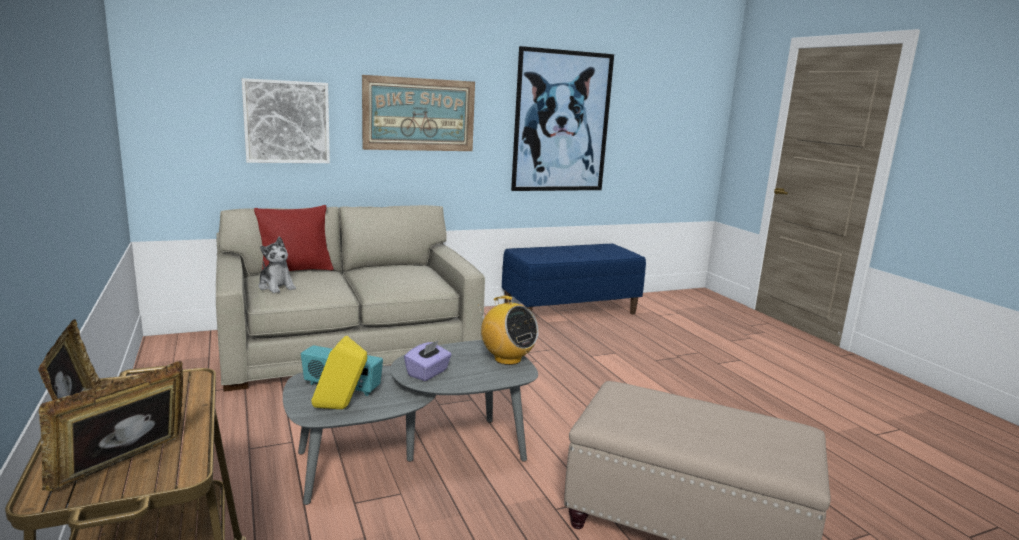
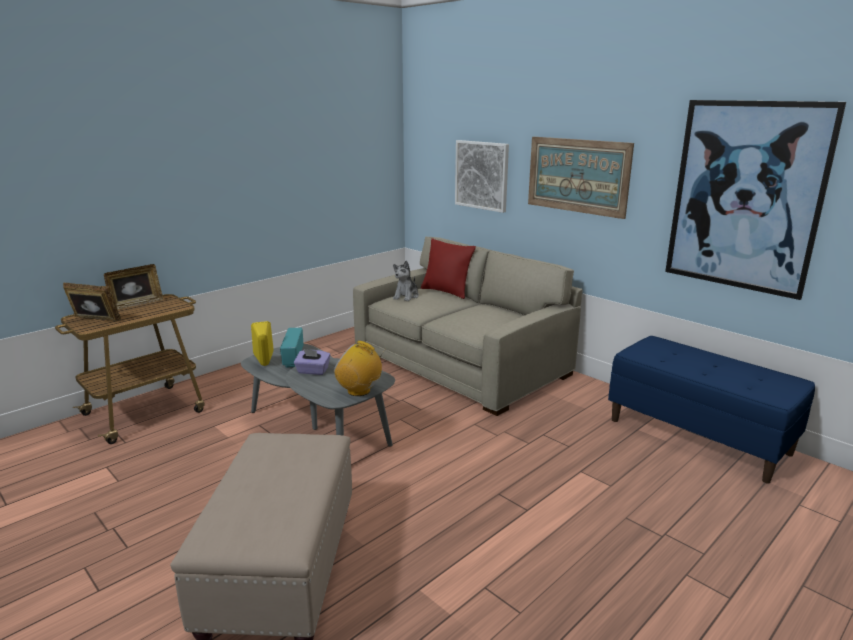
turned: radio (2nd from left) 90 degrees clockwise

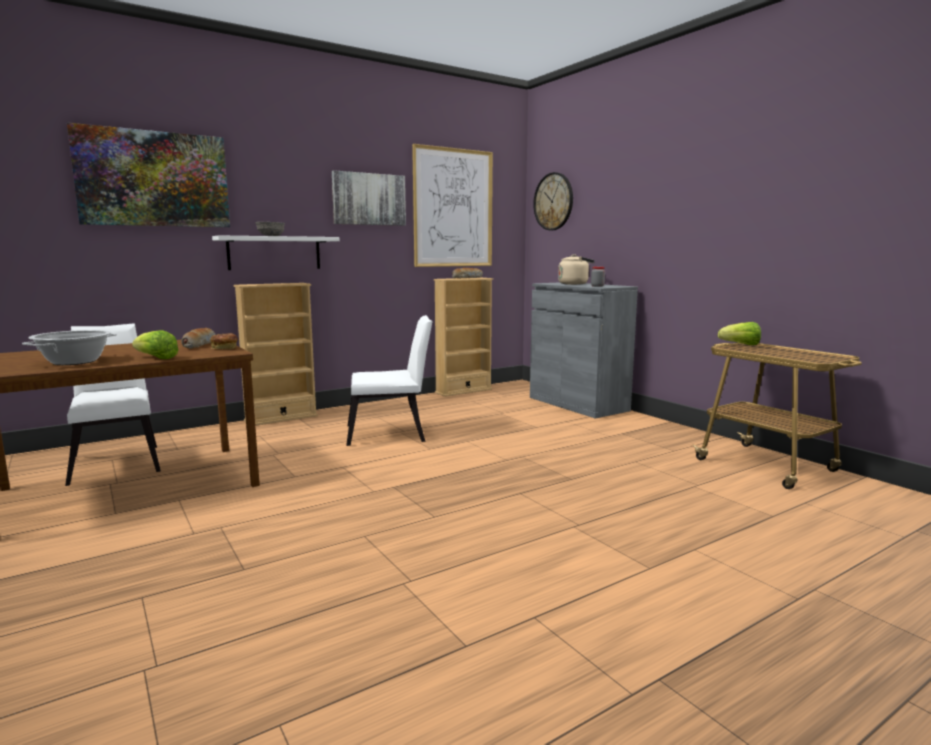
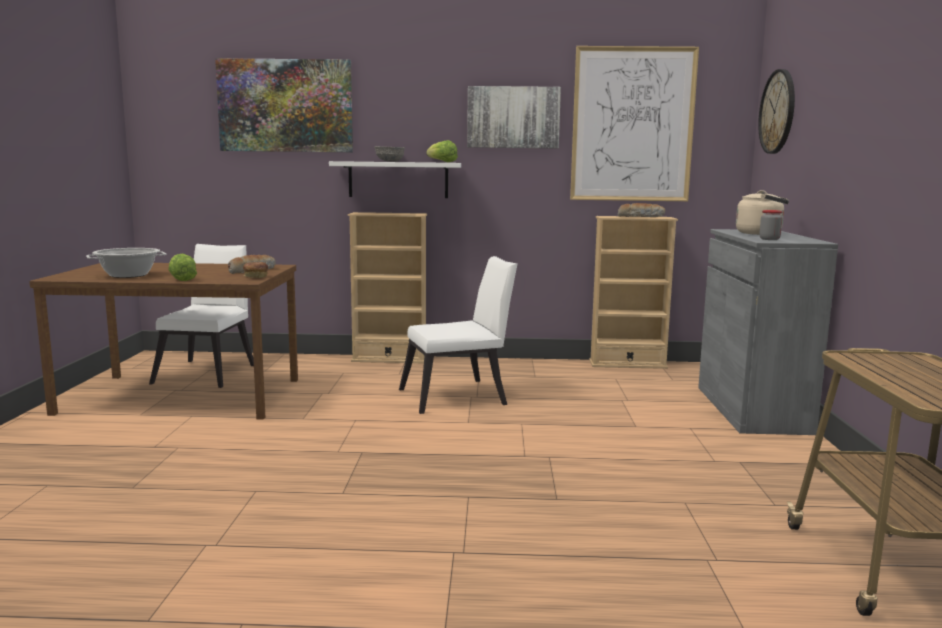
moved: sałata (2nd from left)
turned: krzesło (biały) (2nd from left) 45 degrees counterclockwise

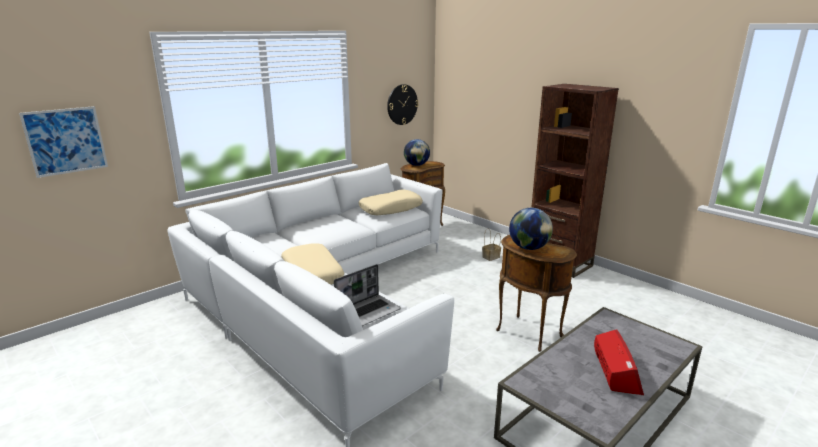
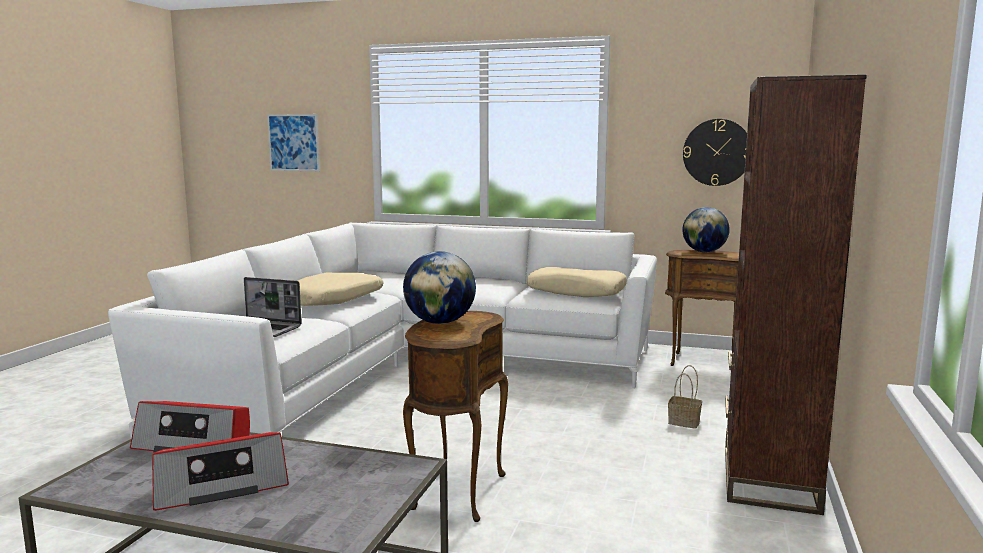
added: radio (1st from left)

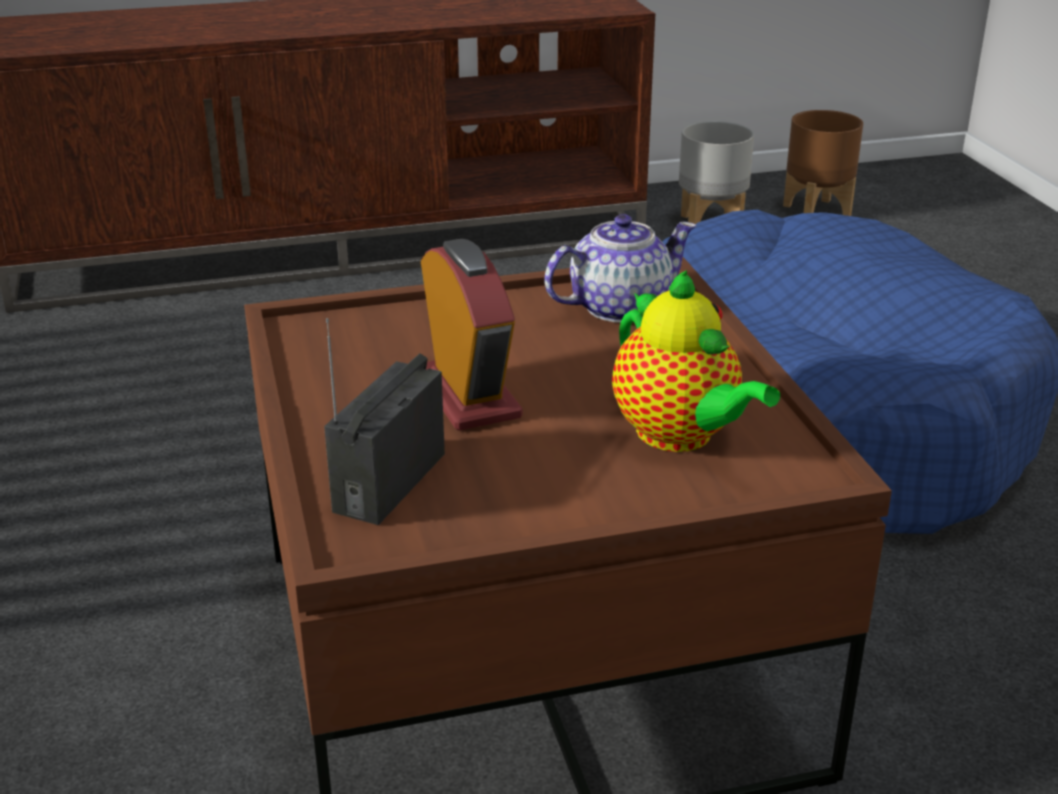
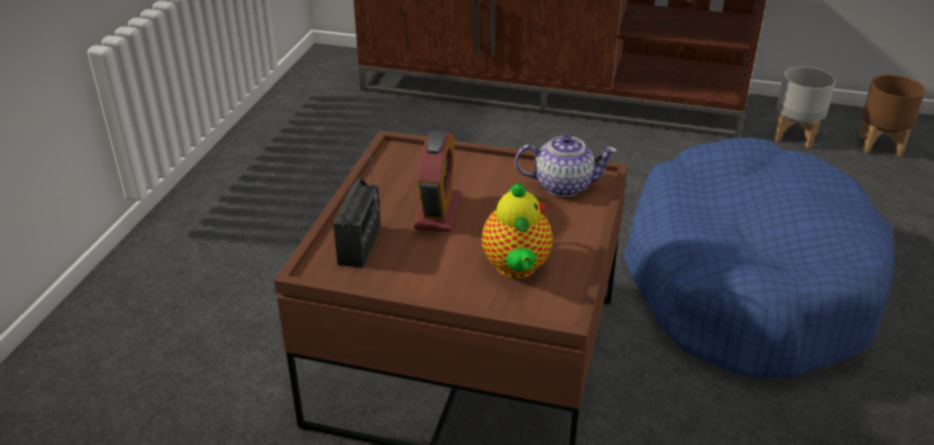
turned: radio 135 degrees clockwise

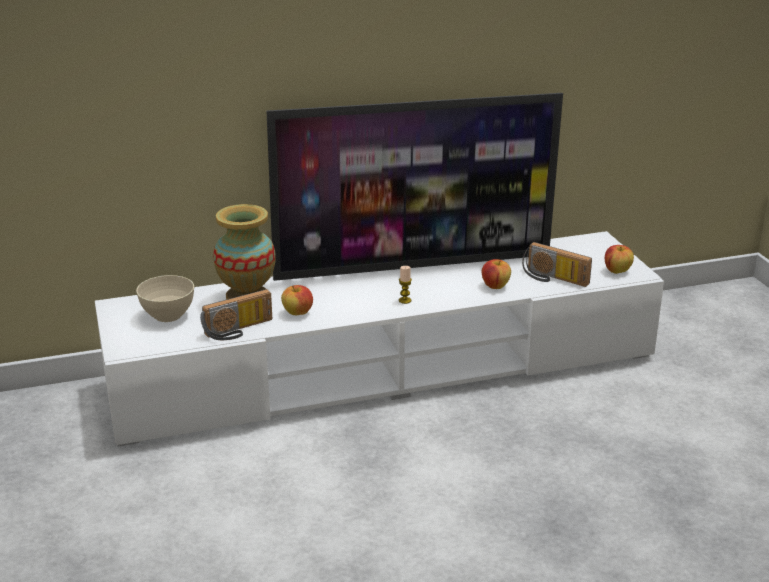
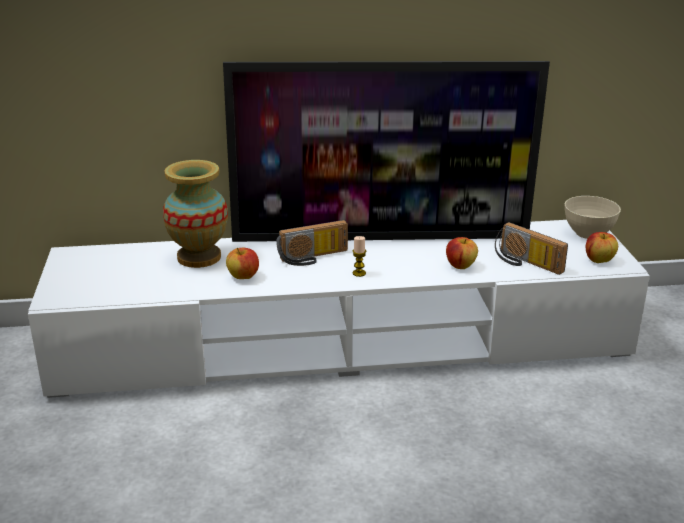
moved: radio (1st from left); miska (beżowy)

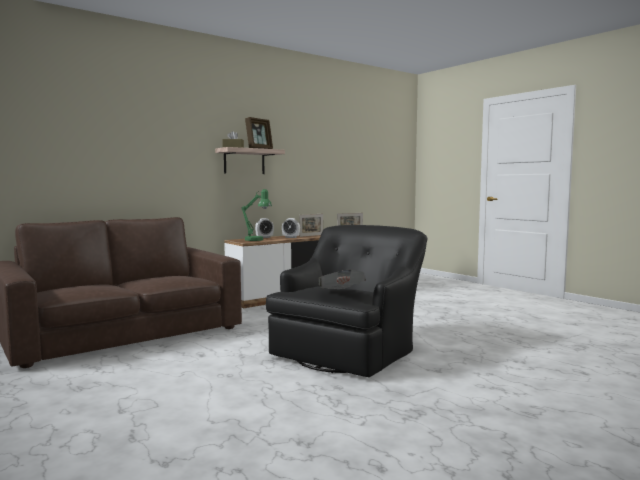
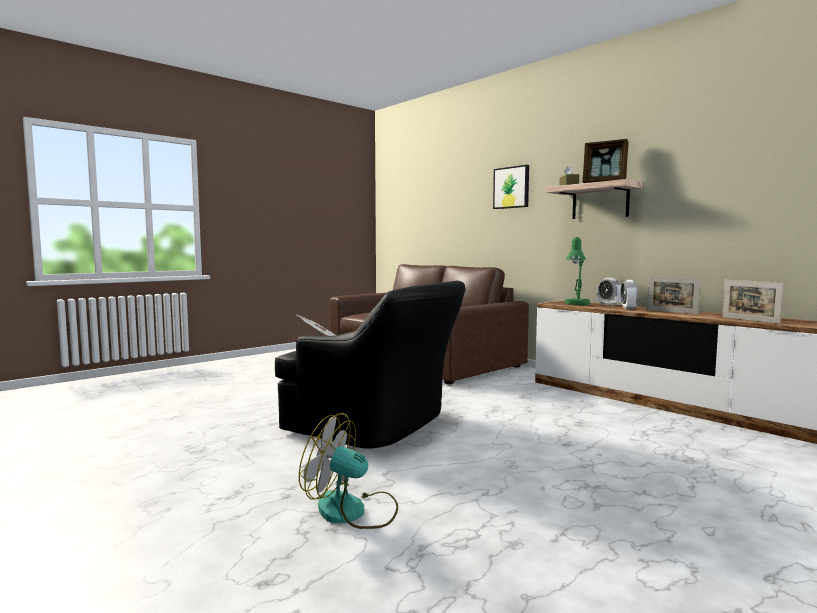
added: wentylator; obraz

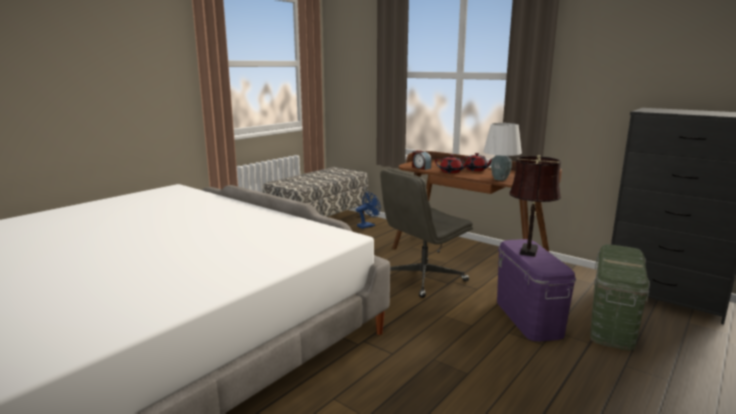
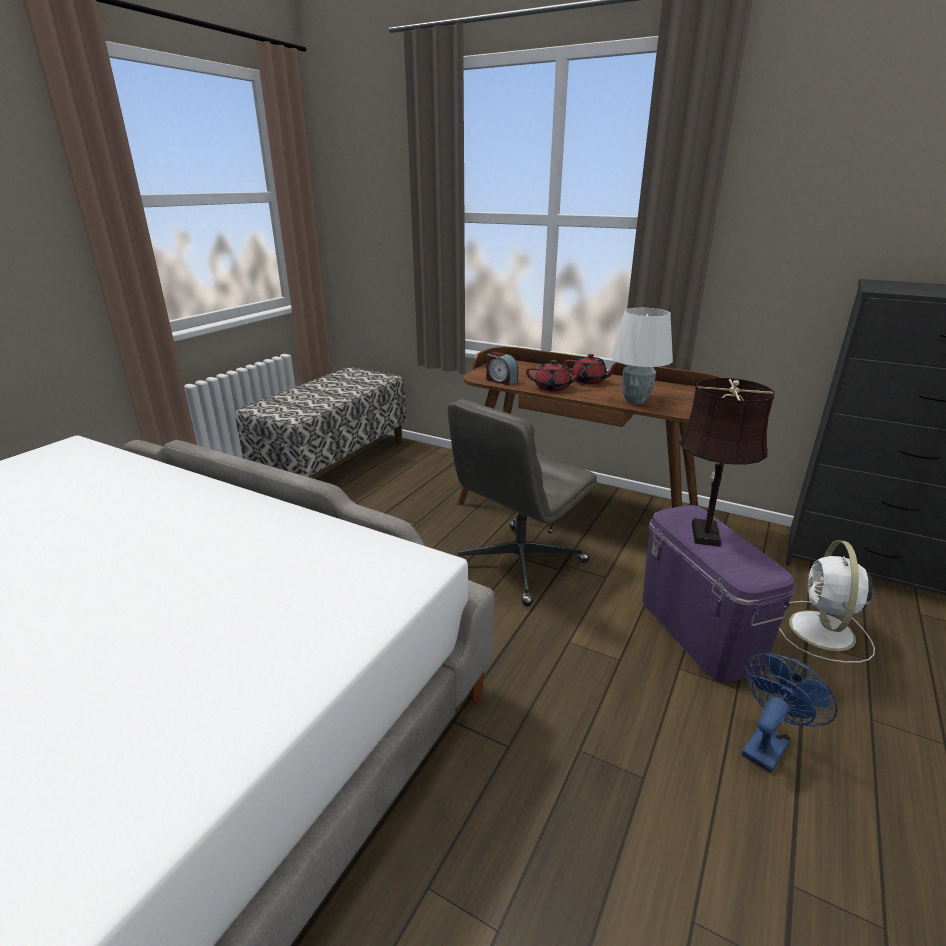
moved: wentylator (niebieski)
replaced: pojemnik do przechowywania (zielony) to wentylator (biały)

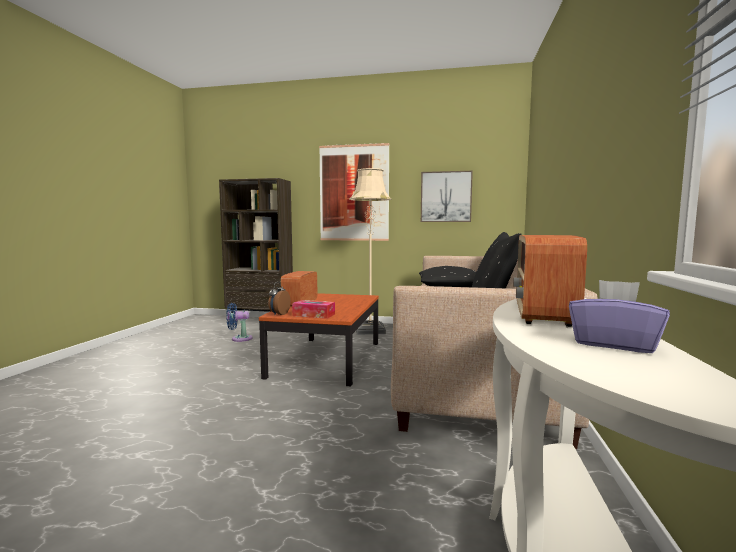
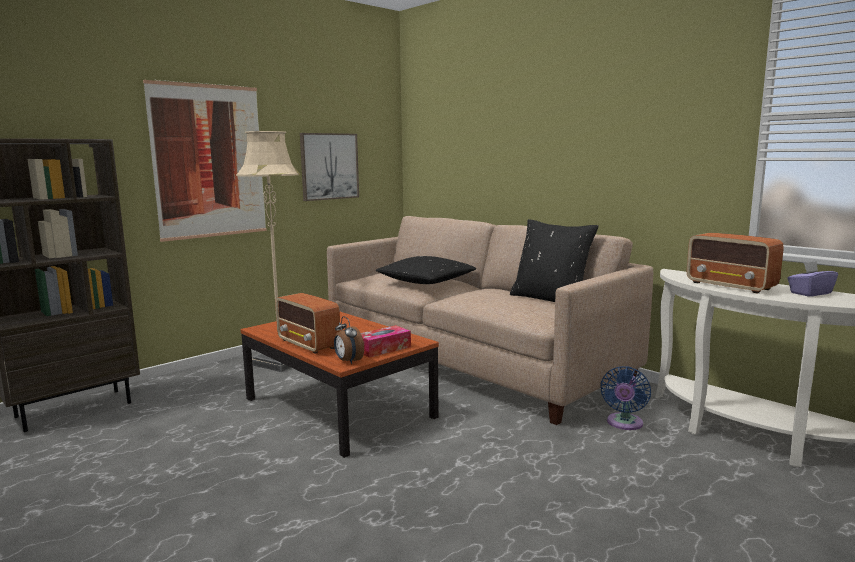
moved: wentylator (niebieski)

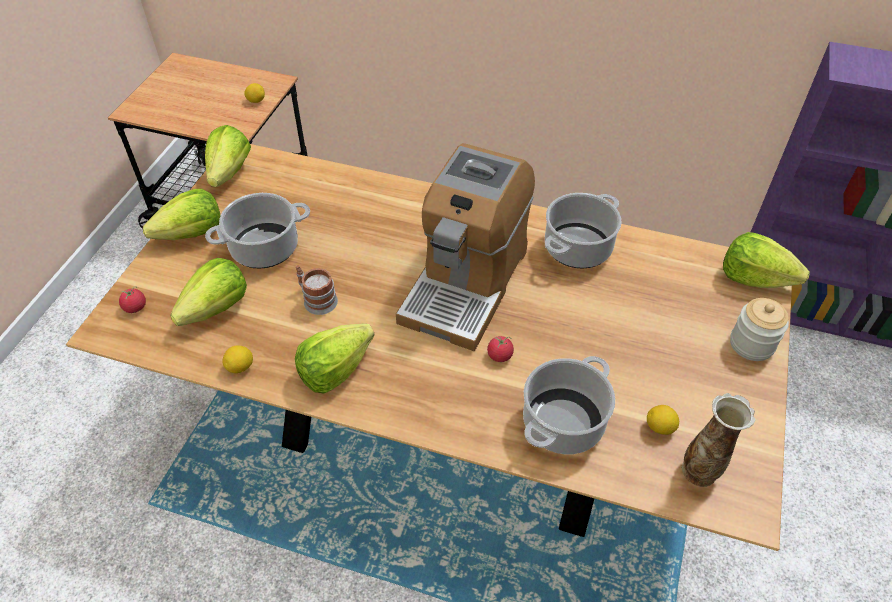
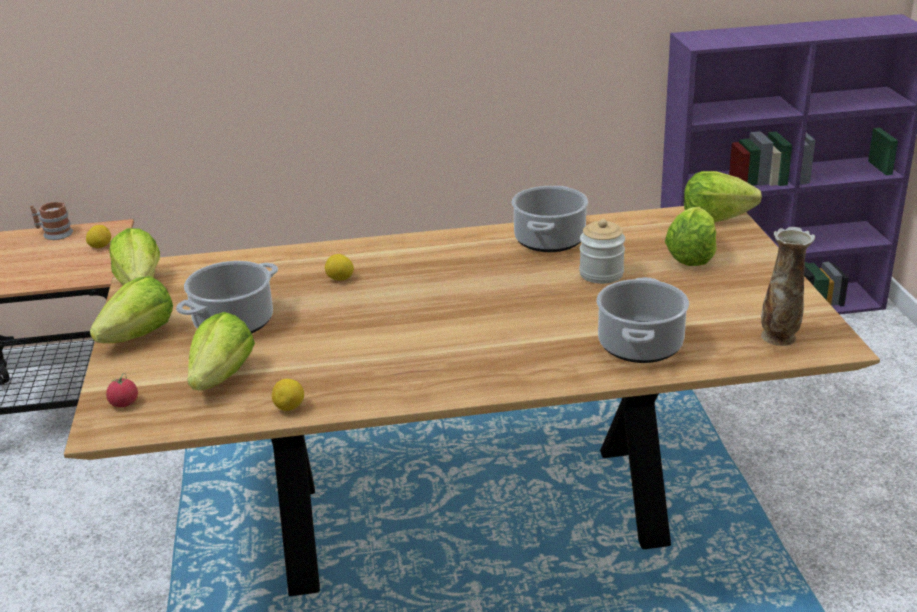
removed: ekspres do kawy; pomidor (2nd from left)
moved: kubek; cytryna (3rd from left); słoik; sałata (4th from left)

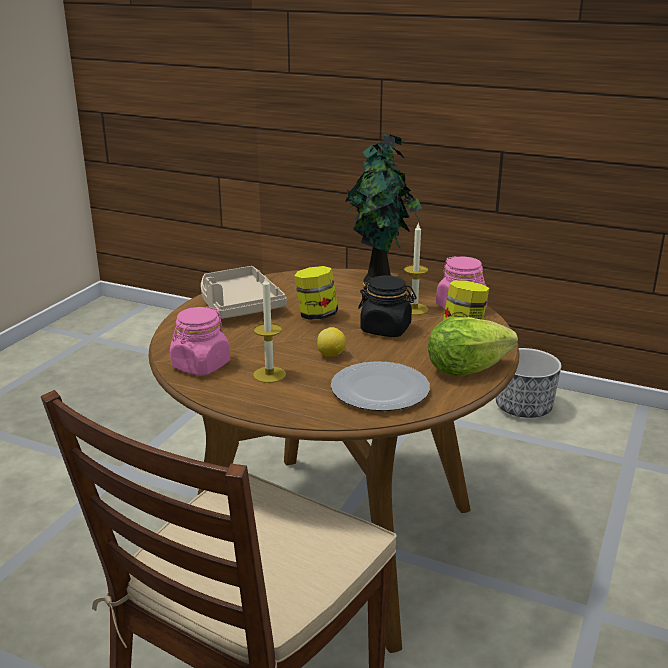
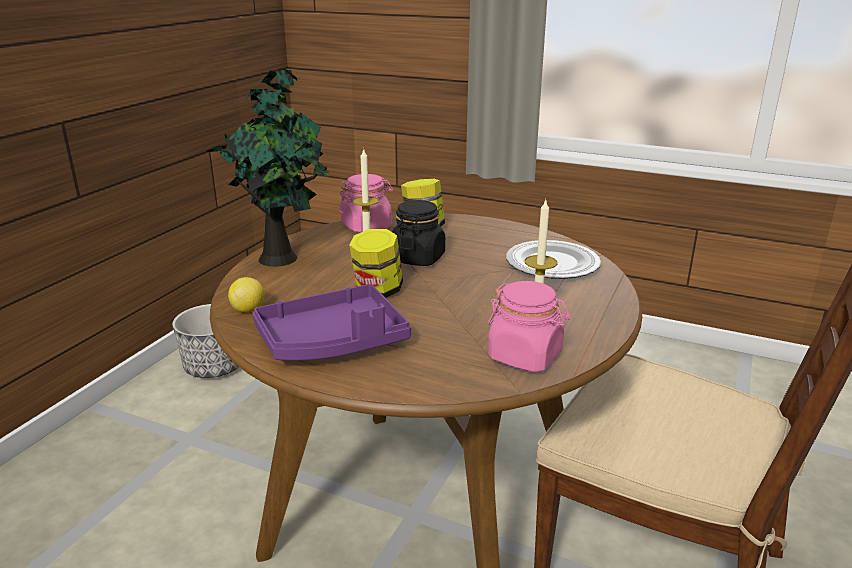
removed: sałata
moved: cytryna
recoloured: taca (beżowy) to taca (fioletowy)

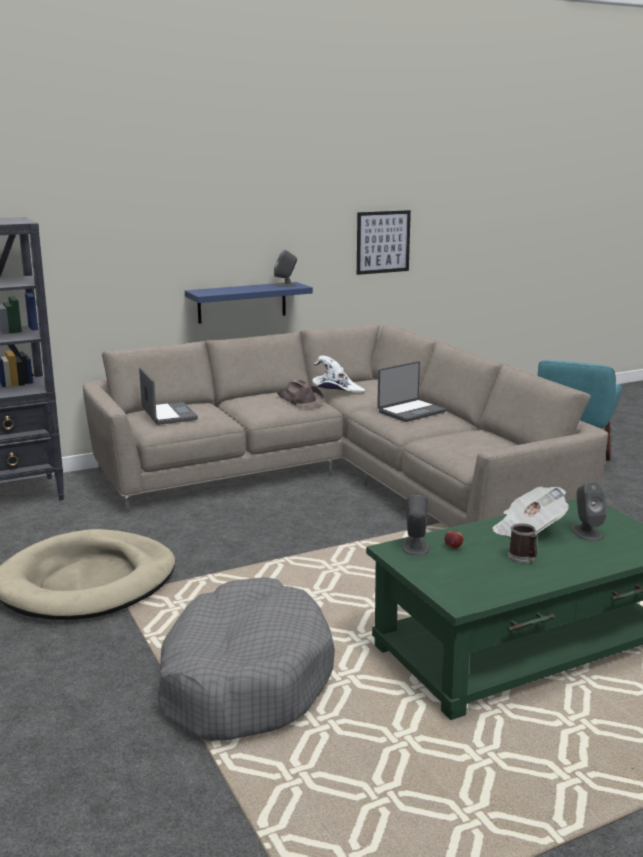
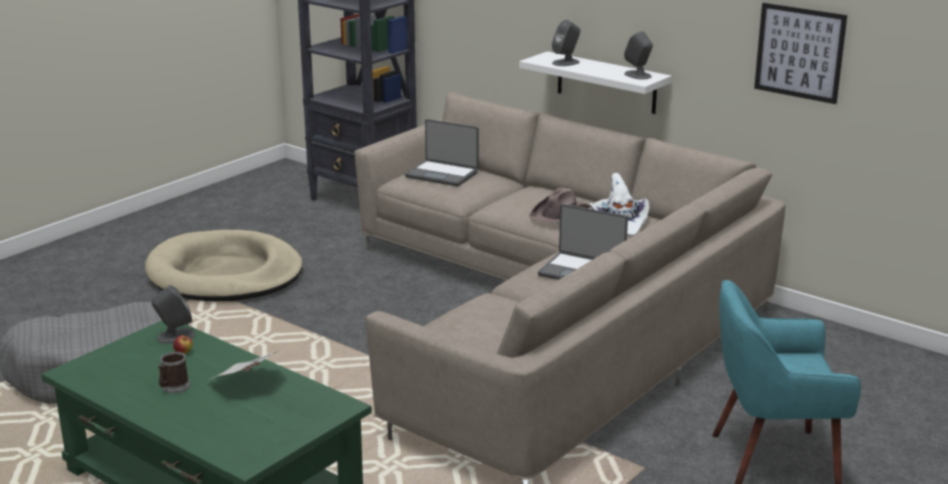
moved: głośnik (szary) (3rd from left in the first image) to głośnik (szary) (2nd from left)
recoloured: półka (niebieski) to półka (biały)
turned: laptop (1st from left) 75 degrees clockwise

